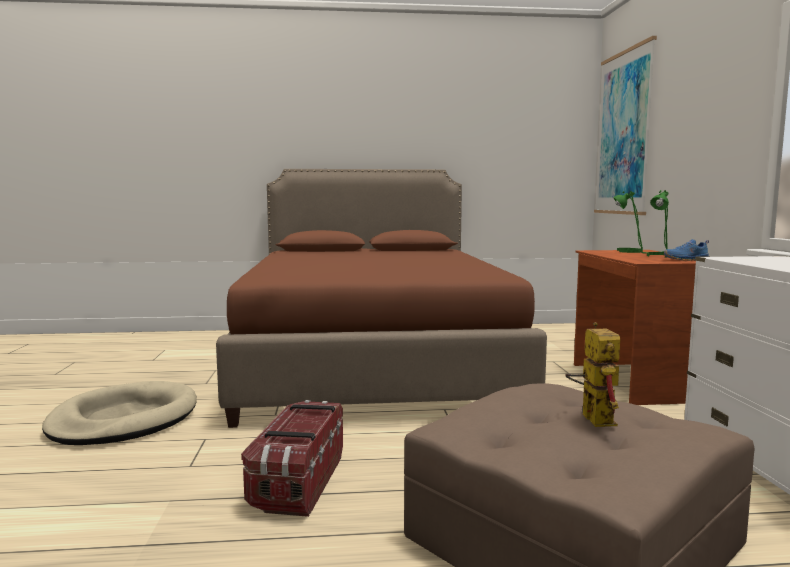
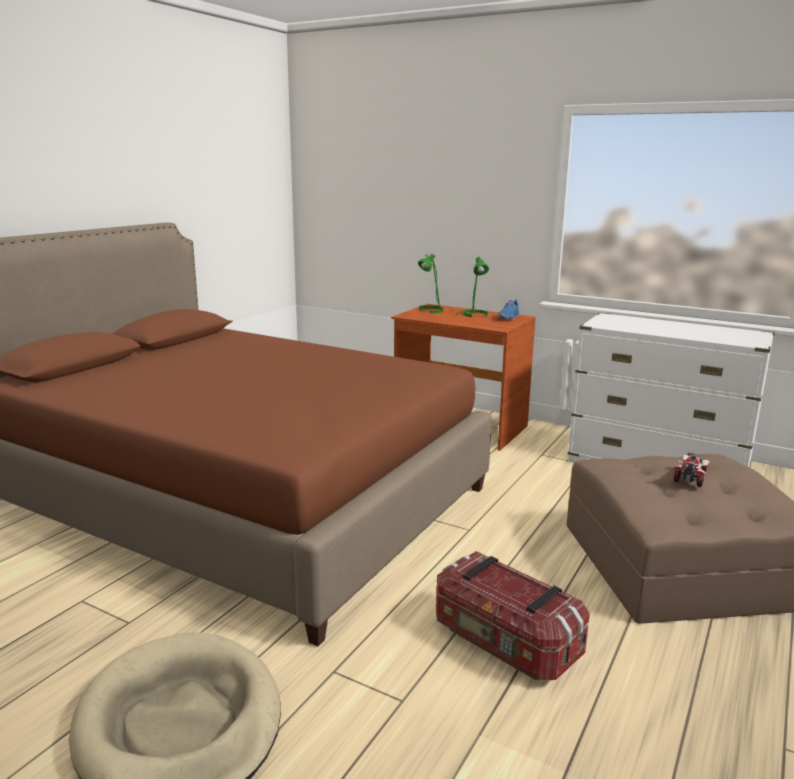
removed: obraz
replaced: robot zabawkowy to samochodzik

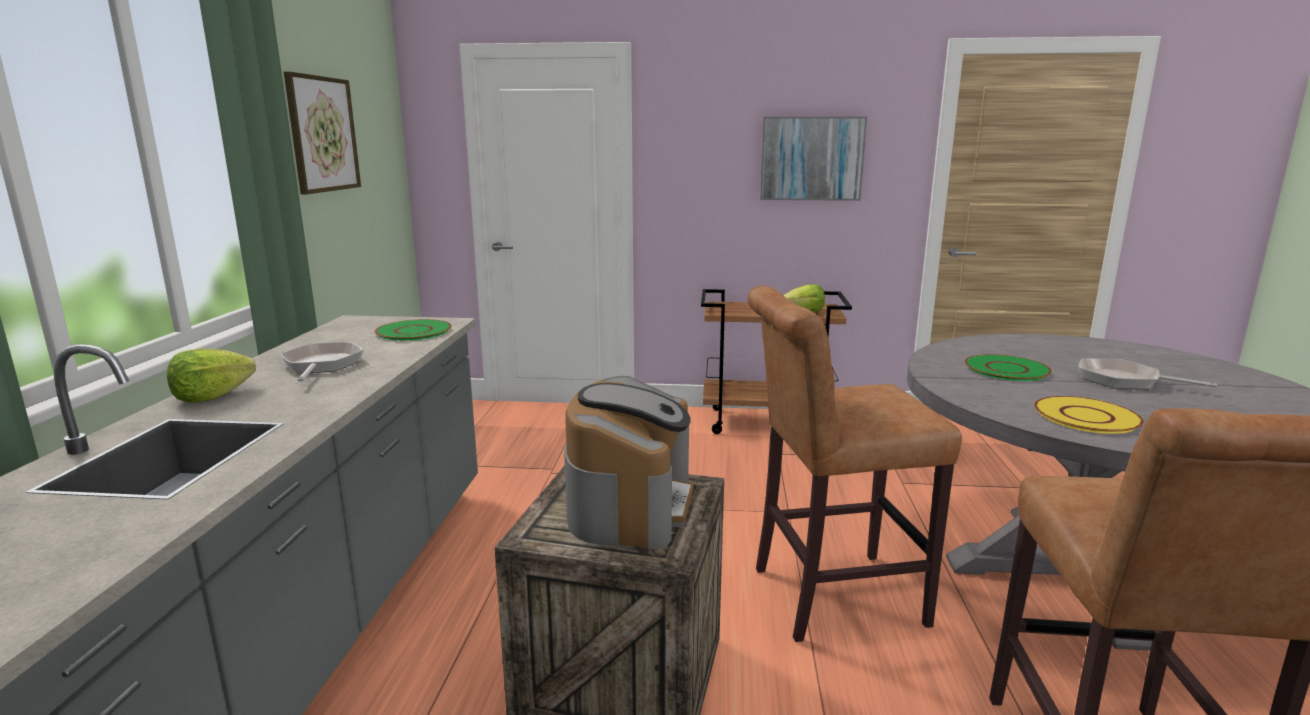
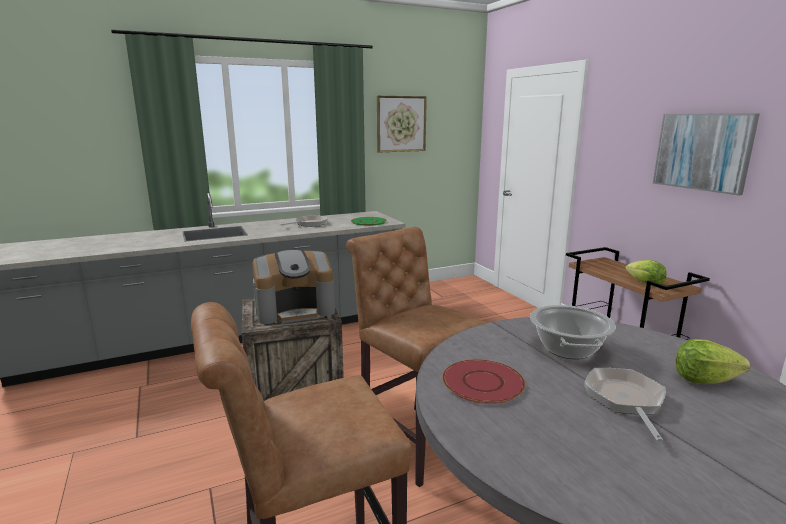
moved: sałata (1st from left in the first image) to sałata (2nd from left)
replaced: talerz (zielony) (2nd from left) to garnek
recoloured: talerz (żółty) to talerz (czerwony)

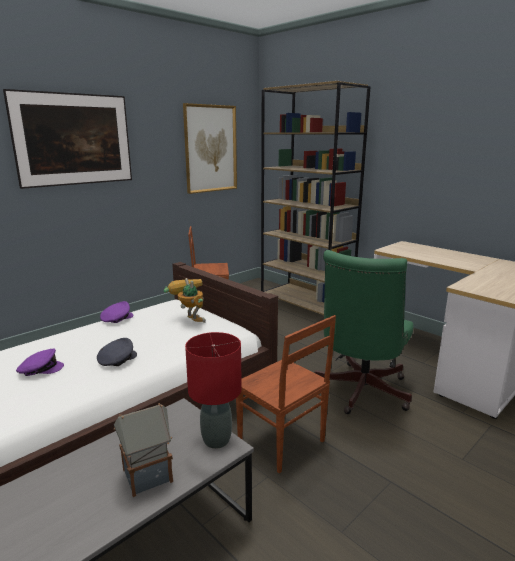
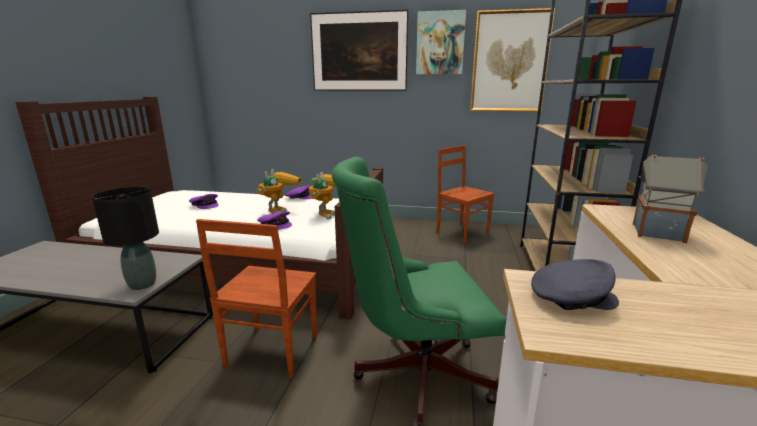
added: robot zabawkowy (1st from left); czapka z daszkiem (fioletowy) (2nd from left); obraz (2nd from left)
moved: czapka z daszkiem (szary); domek
recoloured: lampa stołowa (czerwony) to lampa stołowa (czarny)

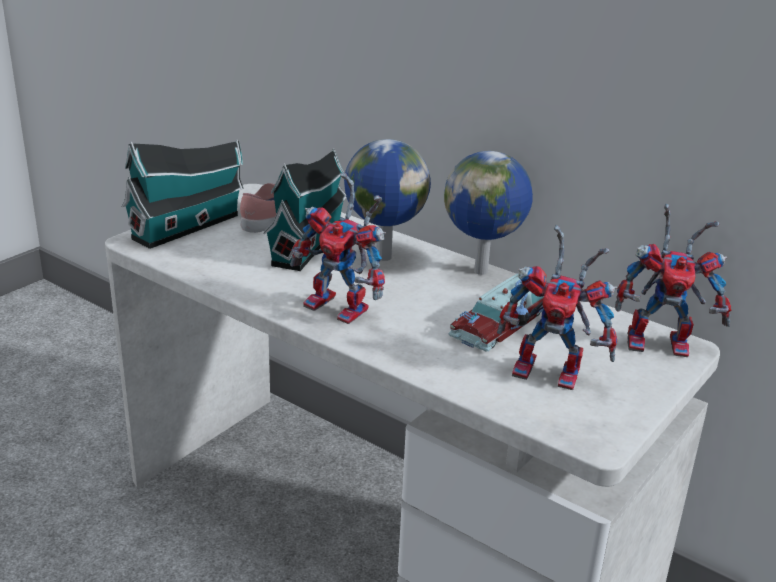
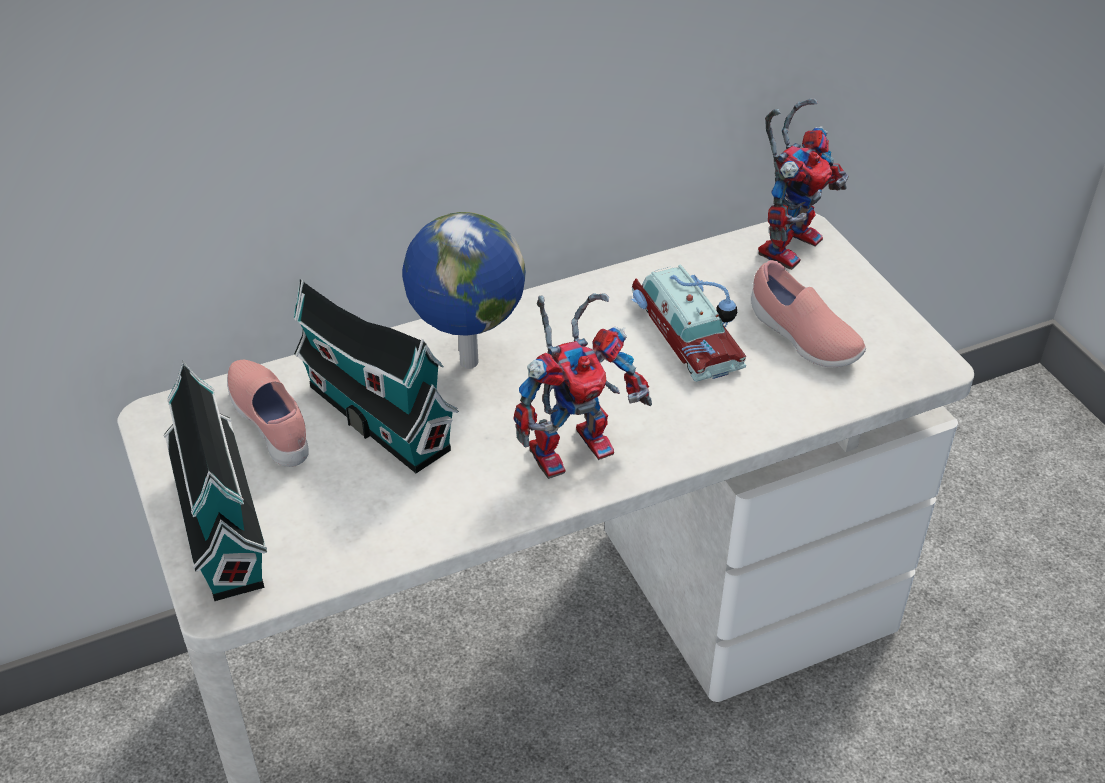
removed: globus (2nd from left)
replaced: robot zabawkowy (2nd from left) to but (różowy) (2nd from left)

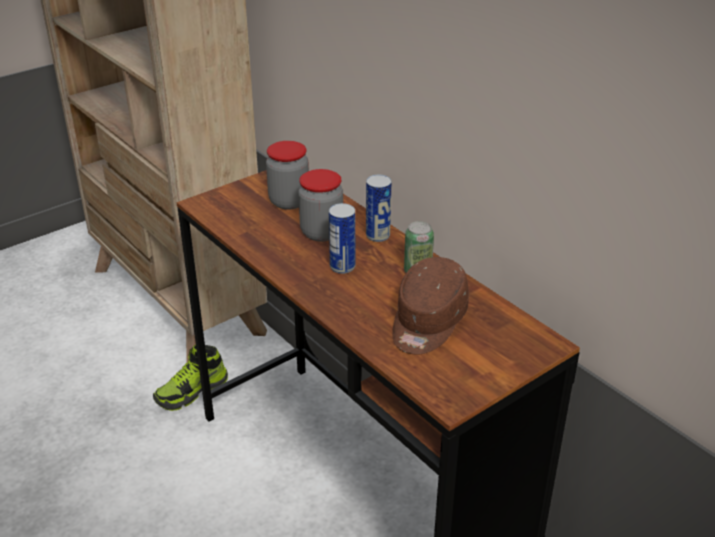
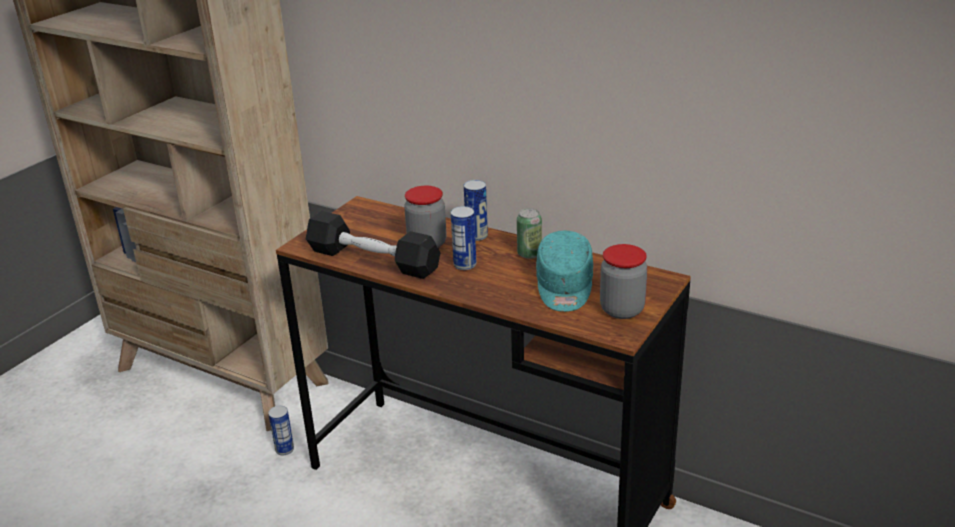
added: hantel (czarny)
moved: słoik (1st from left in the first image) to słoik (2nd from left)
replaced: but to puszka (1st from left)
recoloured: czapka z daszkiem (brązowy) to czapka z daszkiem (turkusowy)

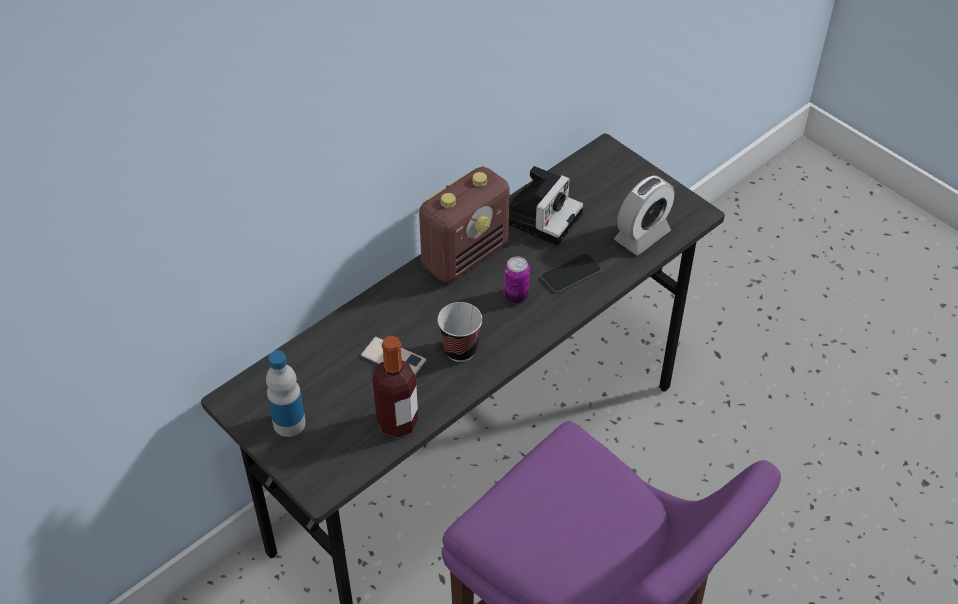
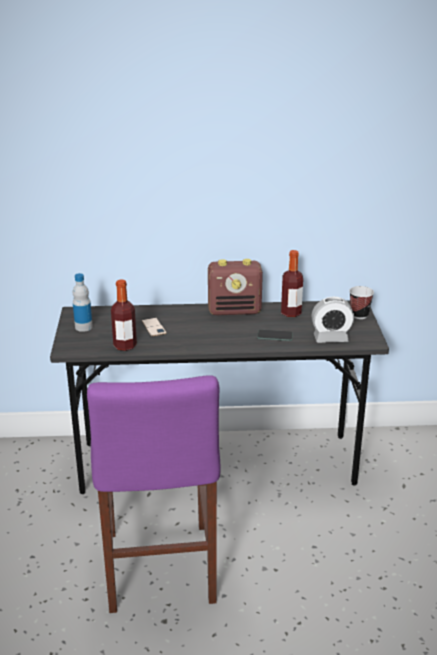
removed: puszka
moved: filiżanka
replaced: aparat fotograficzny to butelka (3rd from left)

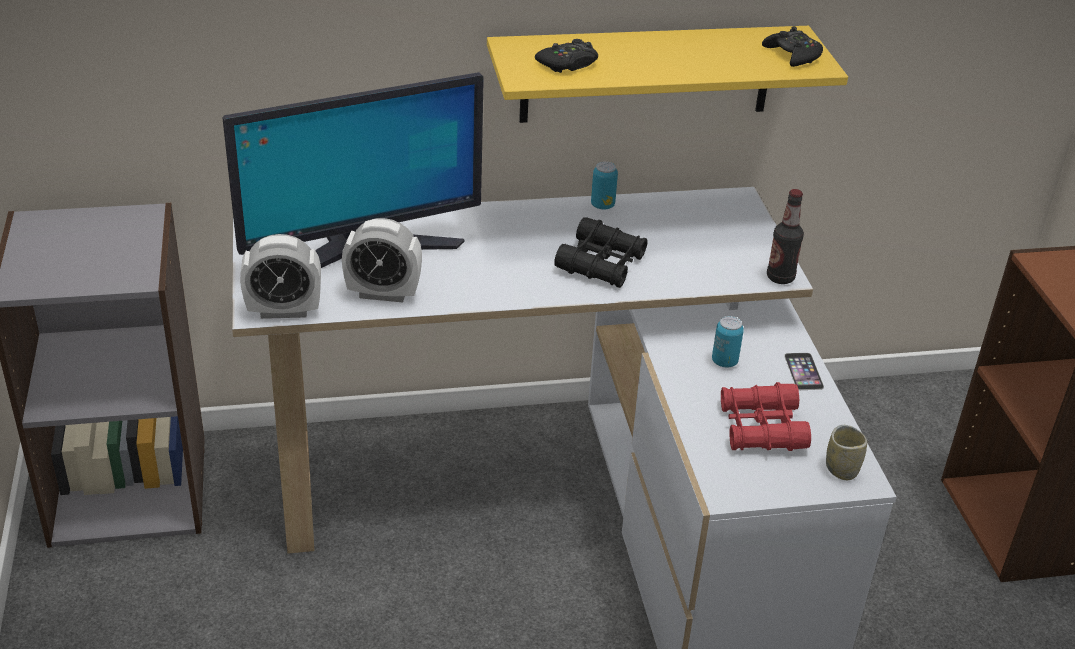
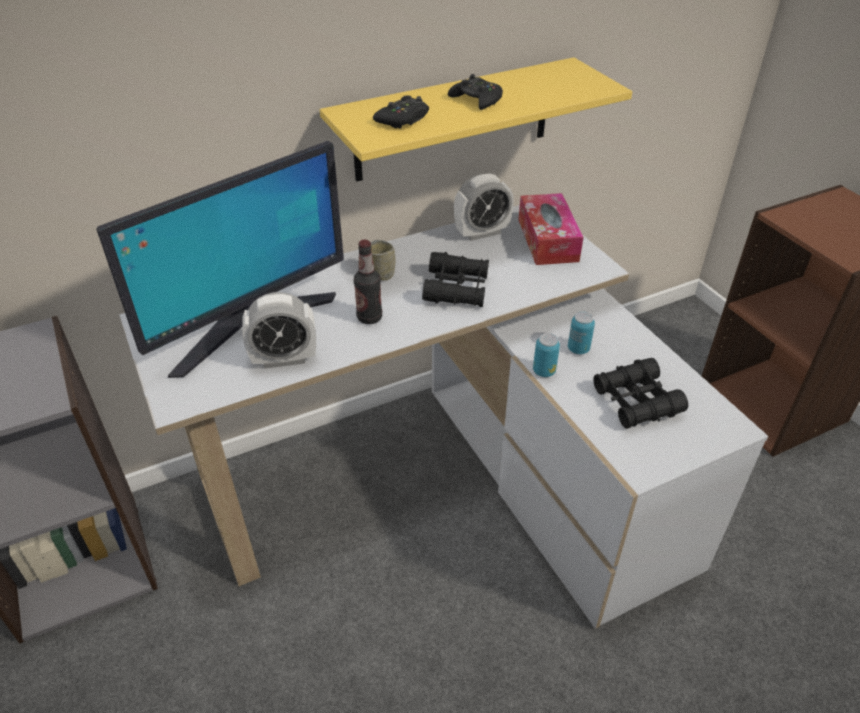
removed: telefon
added: pudełko chusteczek
moved: butelka; filiżanka; pad do gier (czarny) (2nd from left); budzik (1st from left in the first image) to budzik (2nd from left); puszka (1st from left)
recoloured: lornetka (czerwony) to lornetka (czarny) (2nd from left)

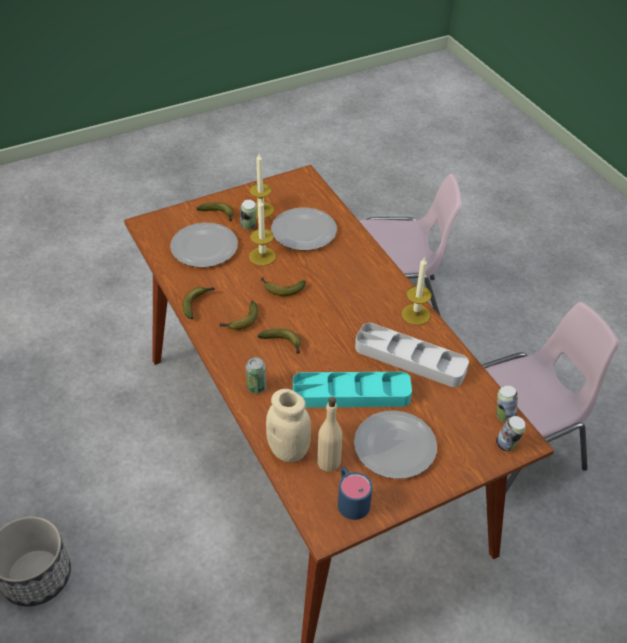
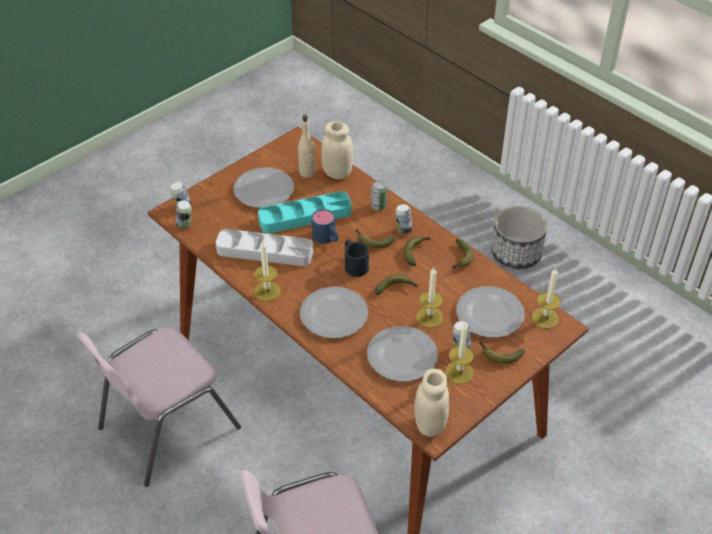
added: talerz (2nd from left); kubek (czarny); puszka (4th from left); słoik (beżowy) (2nd from left); świeca (4th from left)
moved: kubek (niebieski)

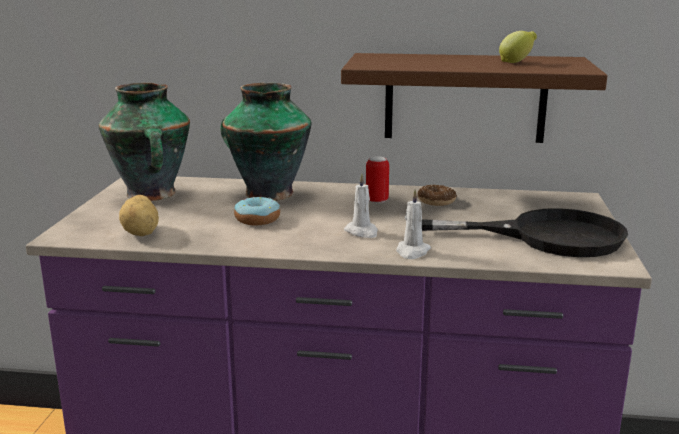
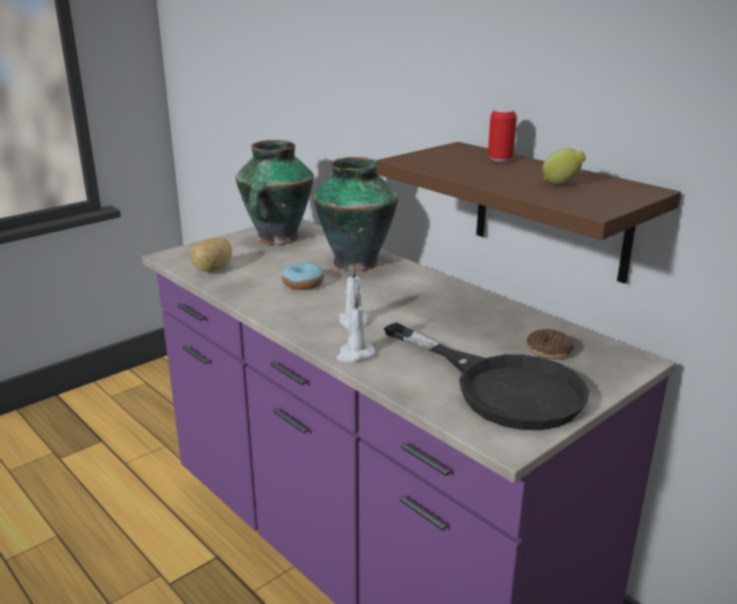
moved: puszka; donut (2nd from left)

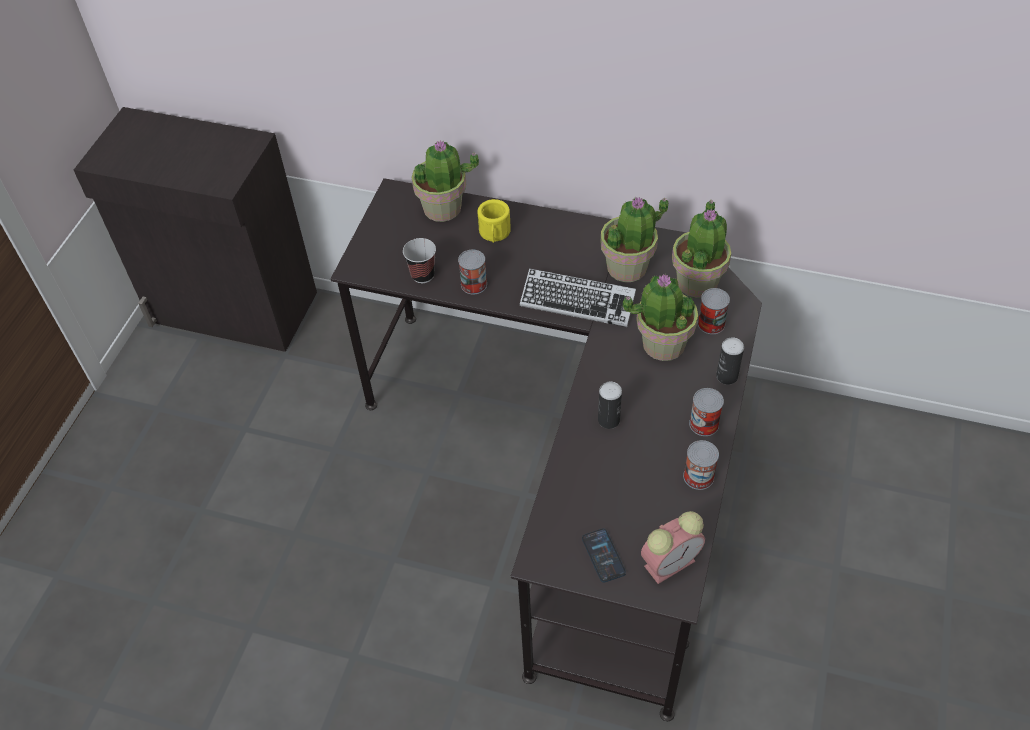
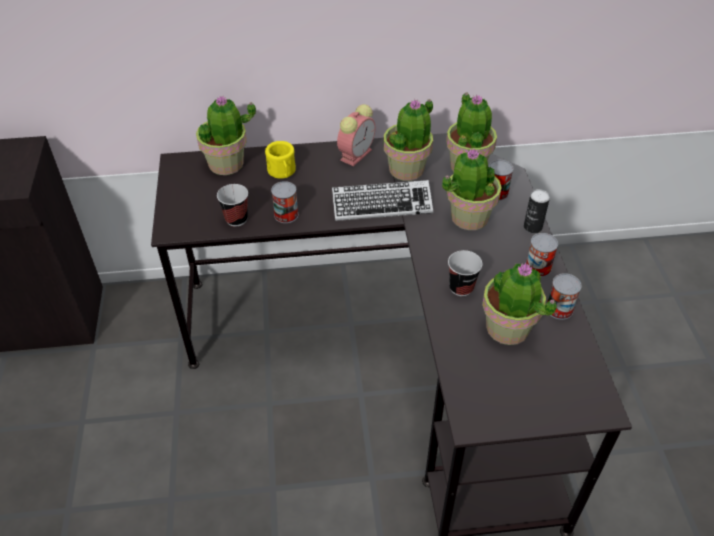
removed: telefon
added: roślina doniczkowa (5th from left)
moved: budzik
replaced: puszka (2nd from left) to filiżanka (2nd from left)

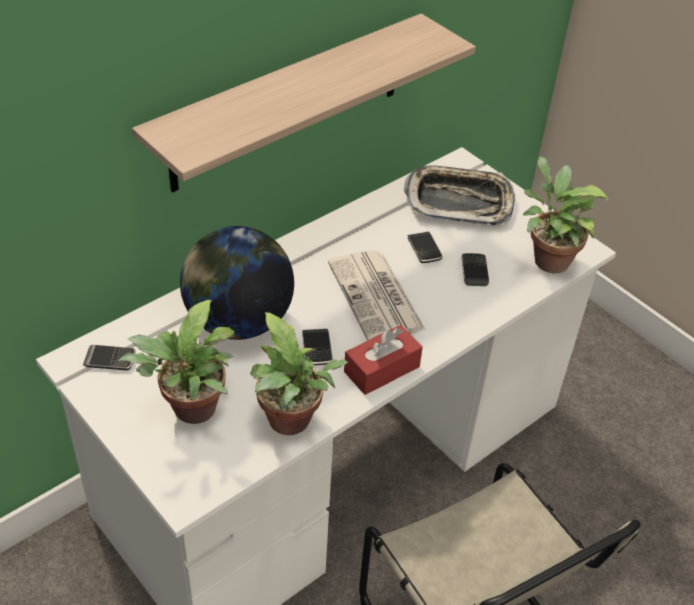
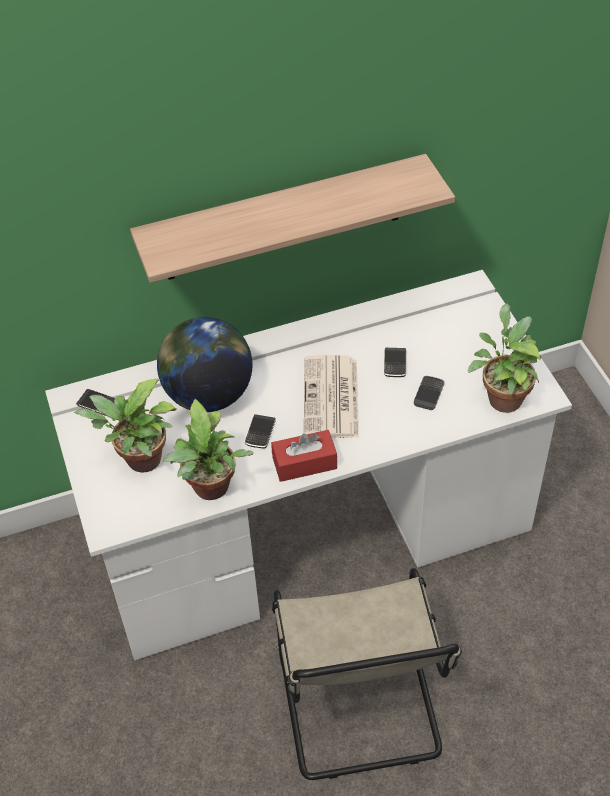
removed: taca

